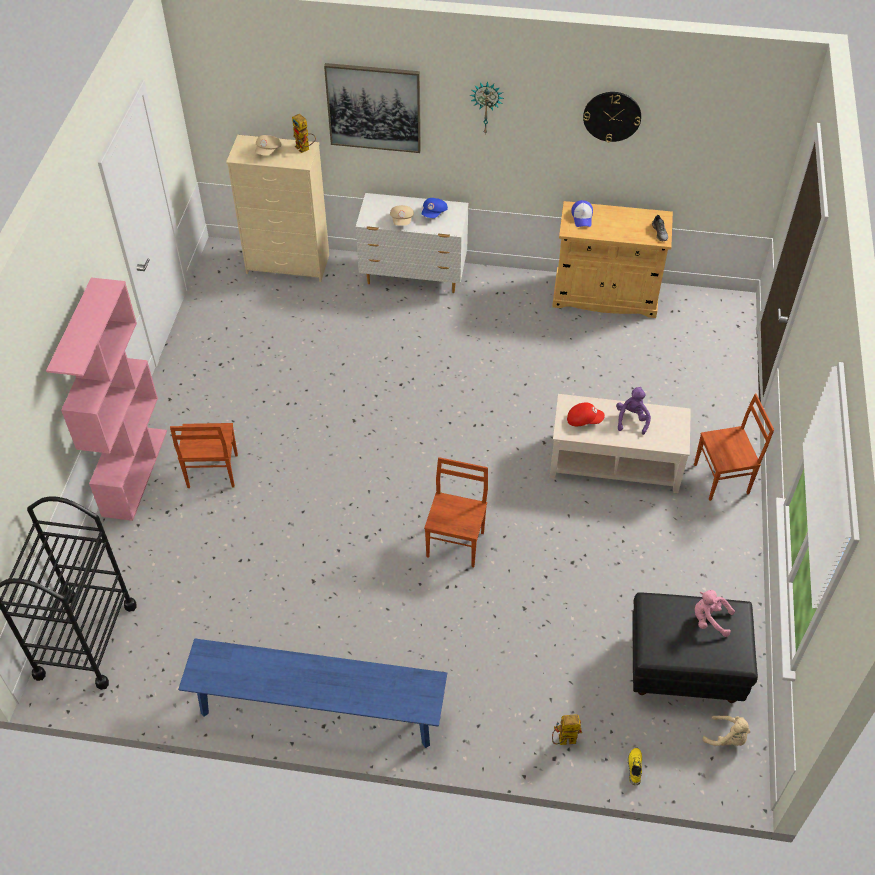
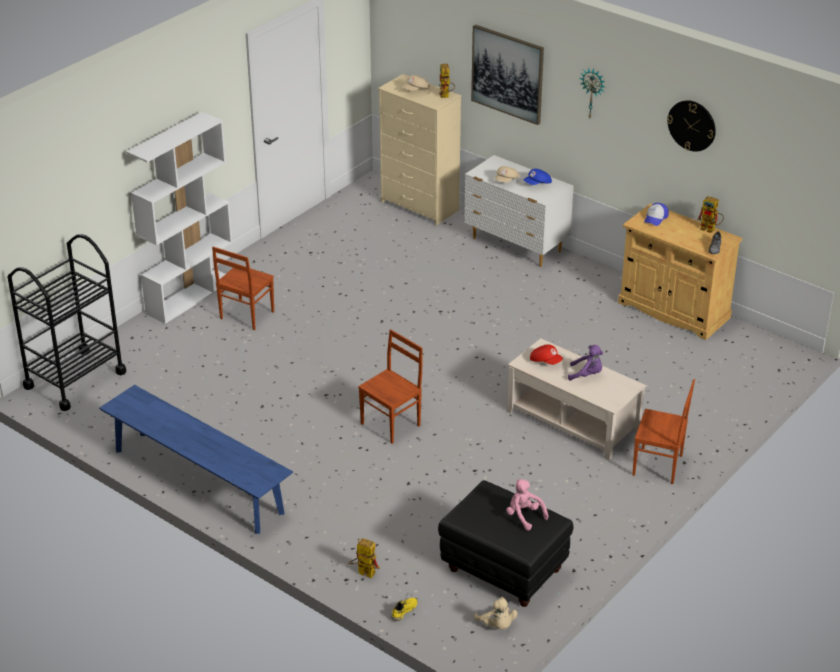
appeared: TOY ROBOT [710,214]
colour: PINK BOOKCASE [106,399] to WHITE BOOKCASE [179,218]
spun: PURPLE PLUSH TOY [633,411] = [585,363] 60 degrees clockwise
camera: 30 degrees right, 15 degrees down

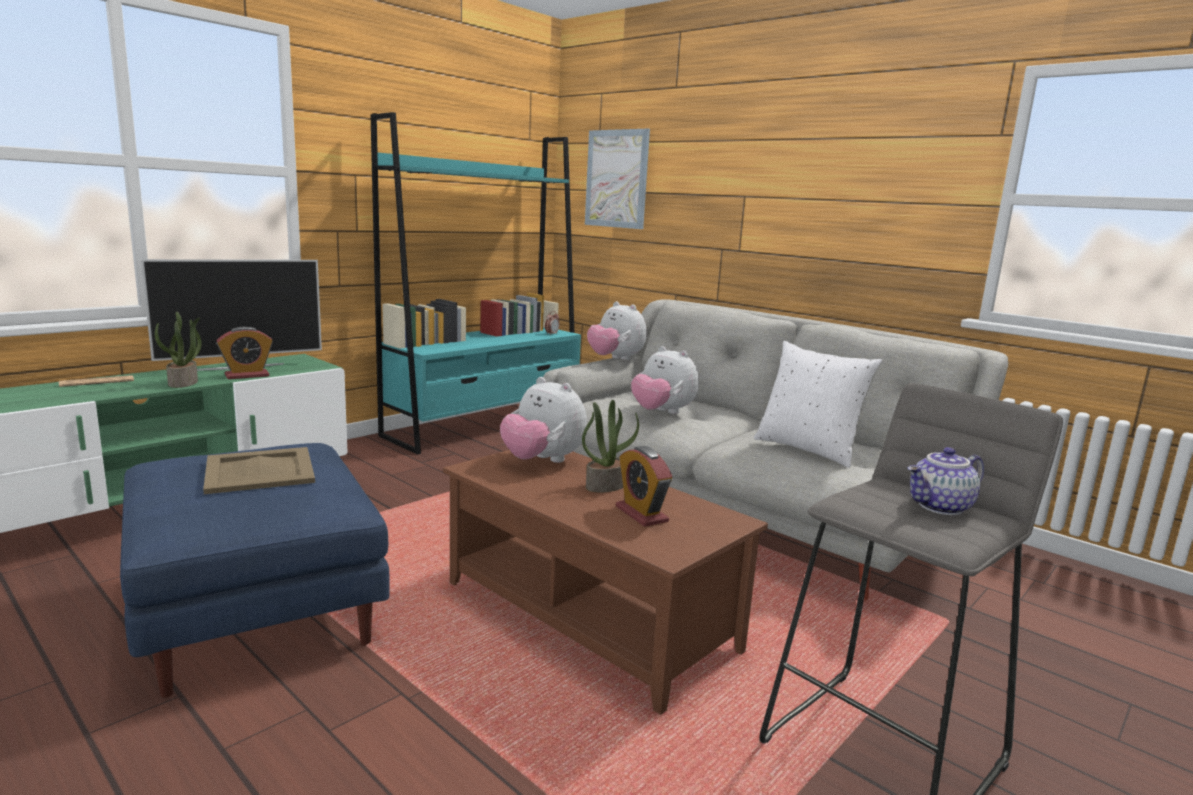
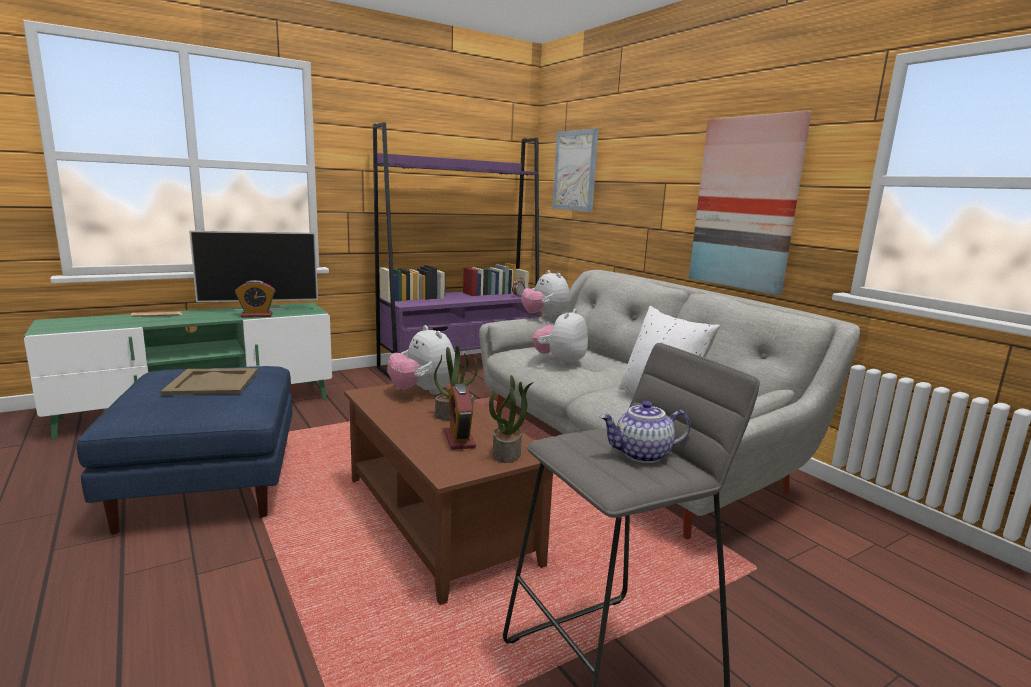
appeared: PICTURE [750,202]
relocated: POTTED PLANT [178,350] to [511,419]
colour: TURQUOISE BOOKCASE [475,283] to PURPLE BOOKCASE [457,250]
spun: PLUSH TOY [665,380] = [560,337] 60 degrees clockwise
camera: 15 degrees right, 0 degrees up

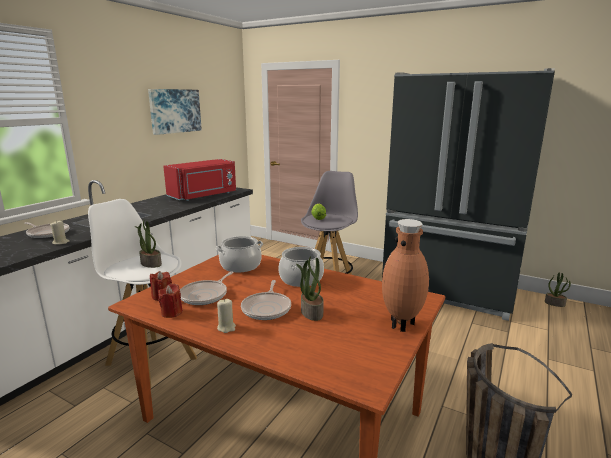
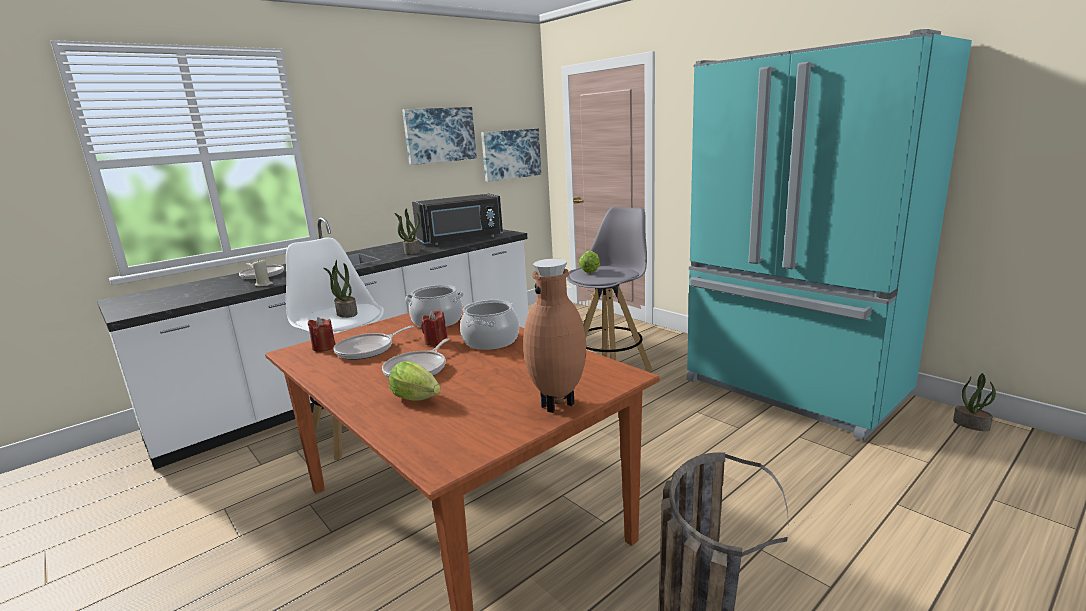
missing: BEIGE CANDLE [226,316]
appeared: LETTUCE [415,381]; PICTURE [511,155]
relocated: POTTED PLANT [310,288] to [407,231]; RED CANDLE [170,301] to [434,328]
colour: RED MICROWAVE [199,180] to BLACK MICROWAVE [457,219]; BLACK FRIDGE [468,194] to TURQUOISE FRIDGE [829,235]
camera: 20 degrees right, 0 degrees up

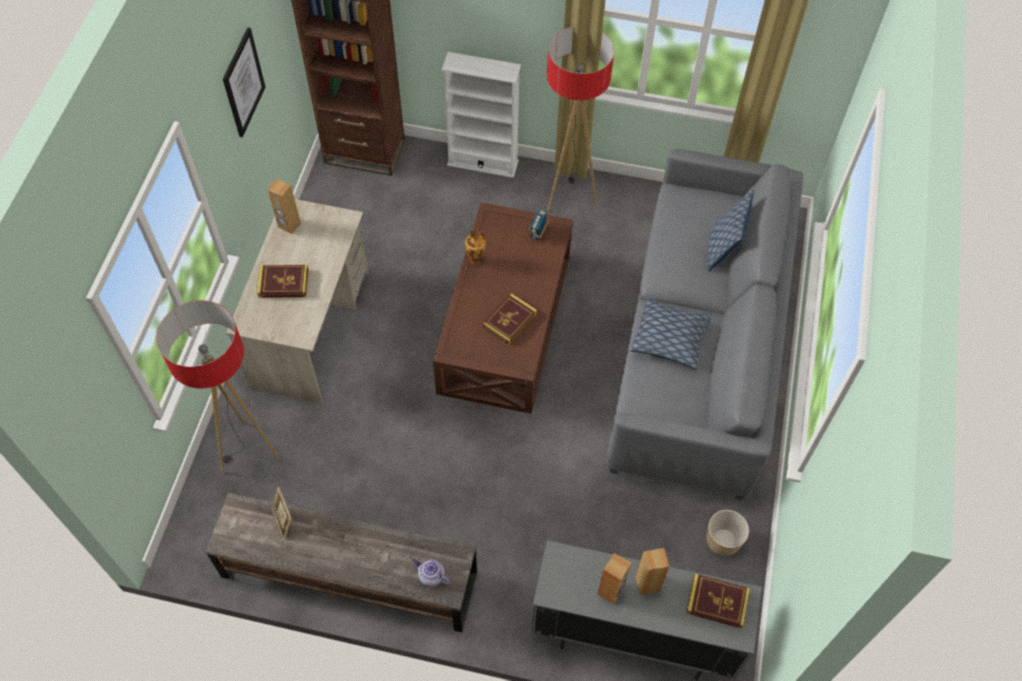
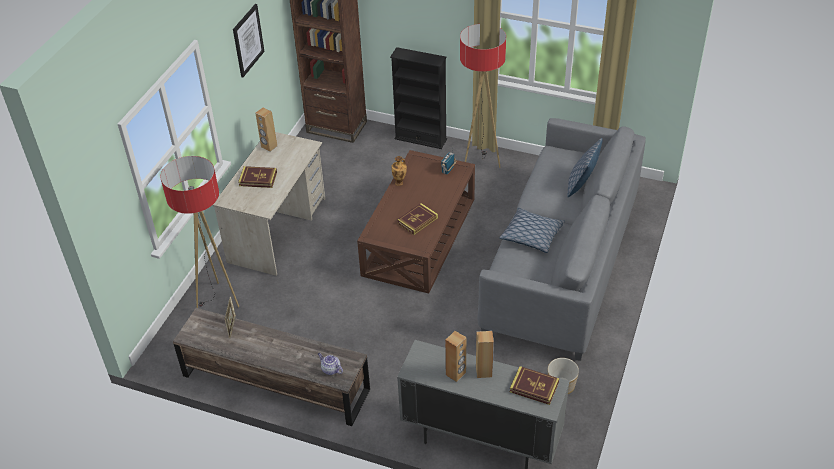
colour: WHITE BOOKCASE [481,115] to BLACK BOOKCASE [418,98]
camera: 10 degrees right, 15 degrees down

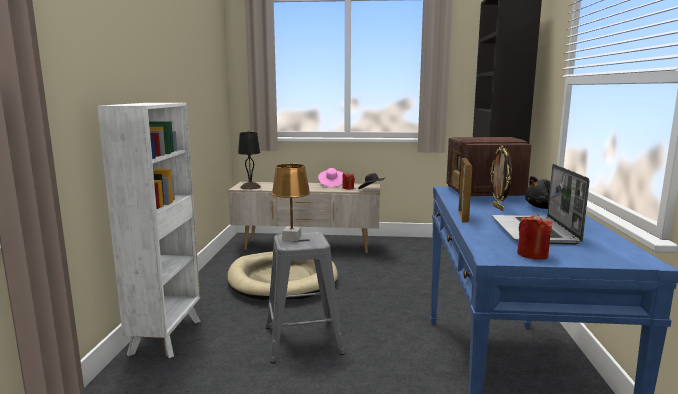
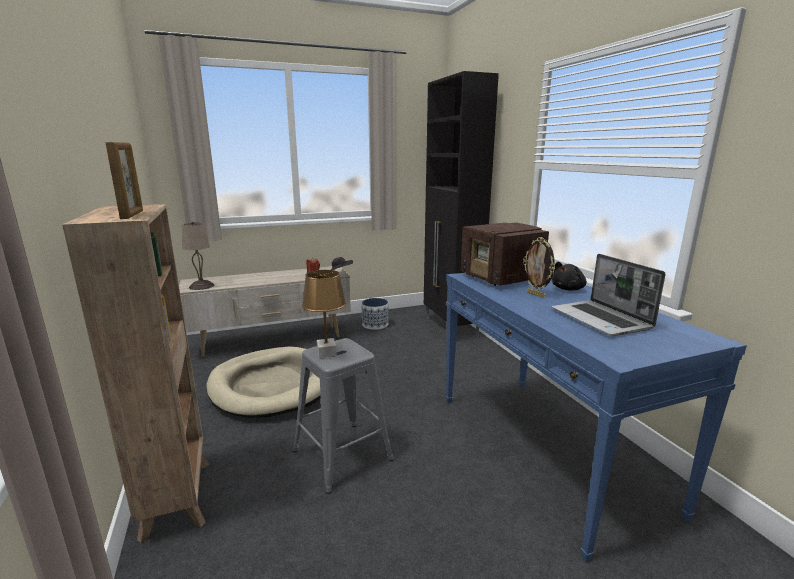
missing: PINK HAT [330,177]; RED CANDLE [535,236]
appeared: PLANTER [375,314]
relocated: PICTURE FRAME [465,190] to [124,180]
colour: WHITE BOOKCASE [149,230] to BROWN BOOKCASE [135,373]; BLACK TABLE LAMP [249,160] to BEIGE TABLE LAMP [198,255]
camera: 25 degrees left, 5 degrees up

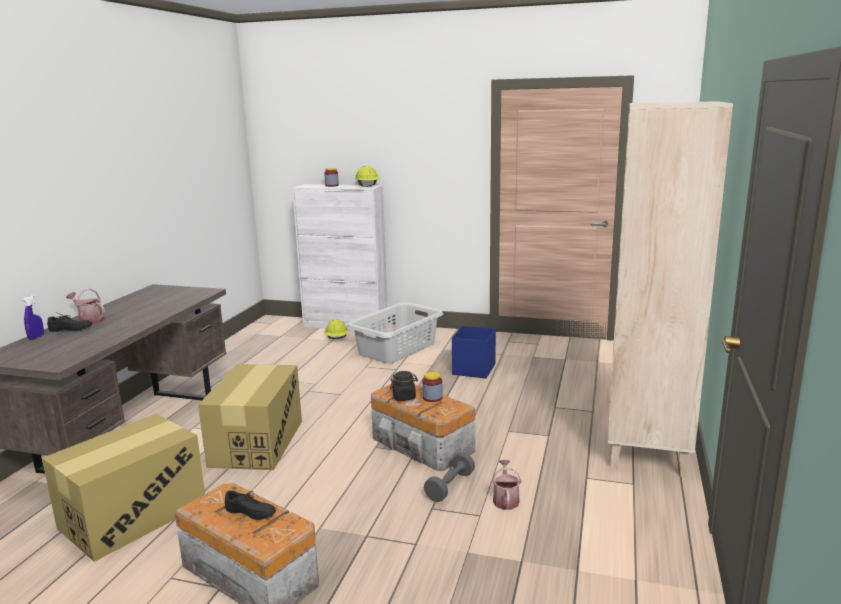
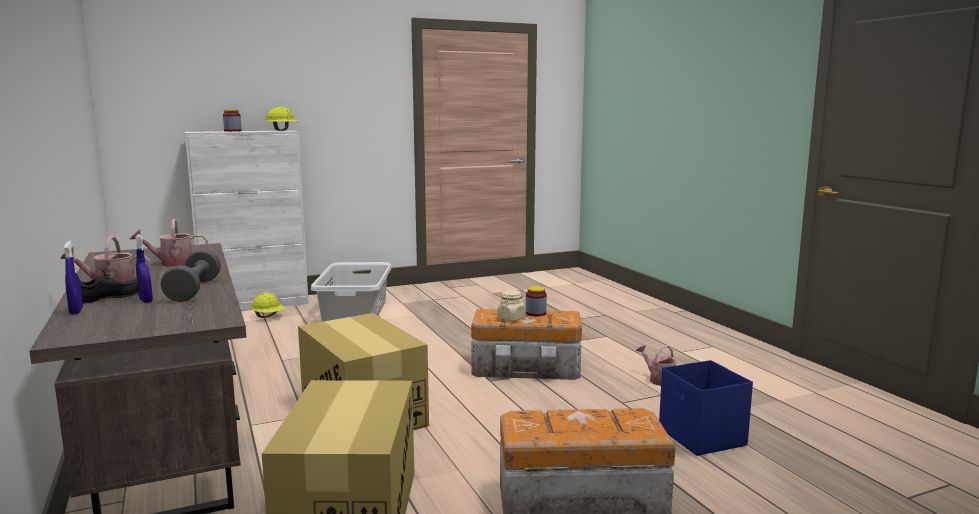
missing: BLACK SHOE [250,505]; BEIGE BOOKCASE [670,289]
appeared: WATERING CAN [168,243]; BLUE SPRAY BOTTLE [144,268]
relocated: GREY DUMBBELL [449,477] to [191,276]; BLUE STORAGE BOX [474,352] to [706,408]
colour: BLACK JAR [404,386] to BEIGE JAR [511,305]
camera: 40 degrees left, 5 degrees down

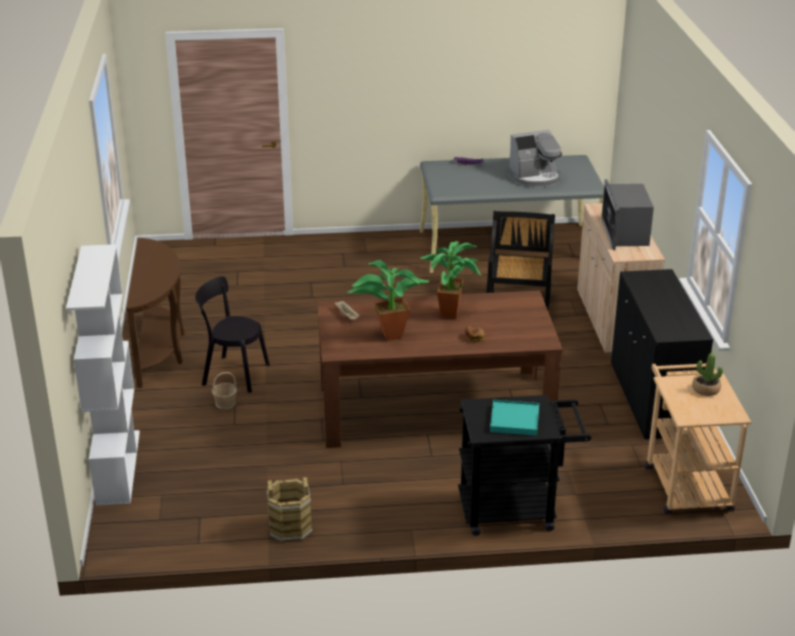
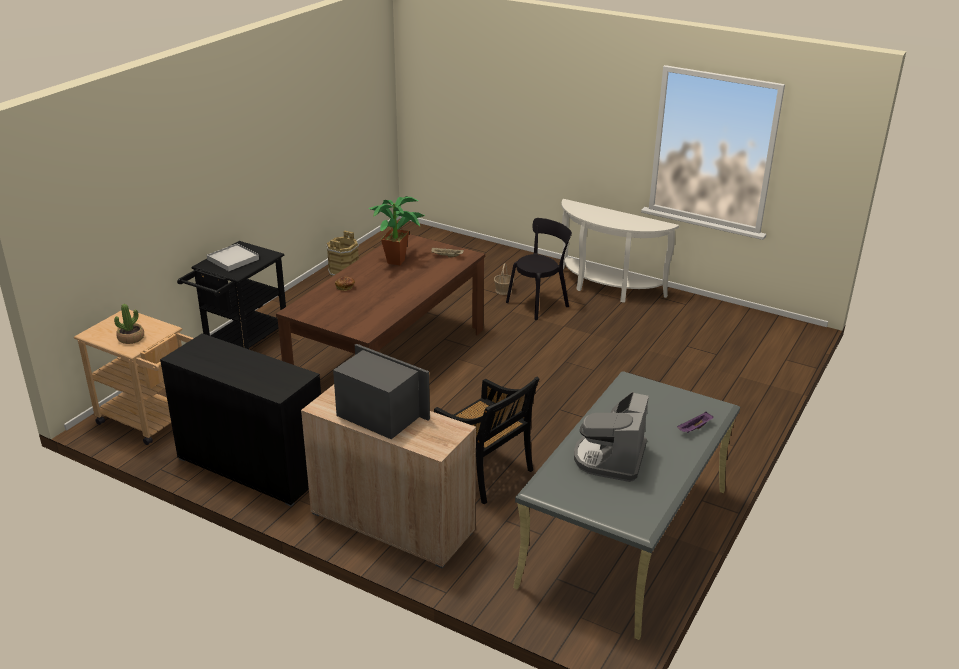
missing: WHITE BOOKCASE [103,375]; POTTED PLANT [450,280]
colour: TURQUOISE TRAY [514,418] to WHITE TRAY [233,257]; BROWN CONSOLE TABLE [155,313] to WHITE CONSOLE TABLE [620,251]
camera: 125 degrees right, 0 degrees up

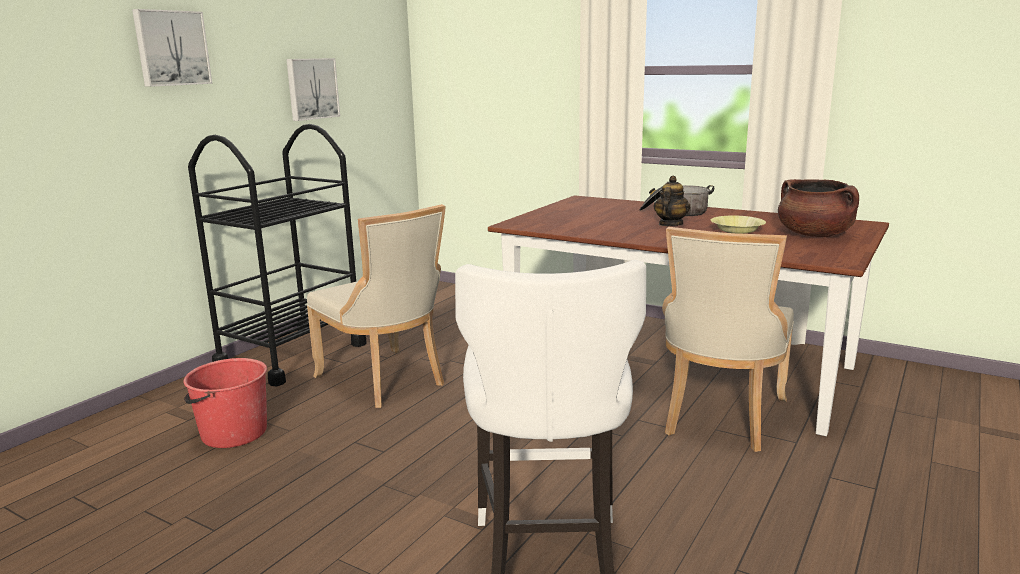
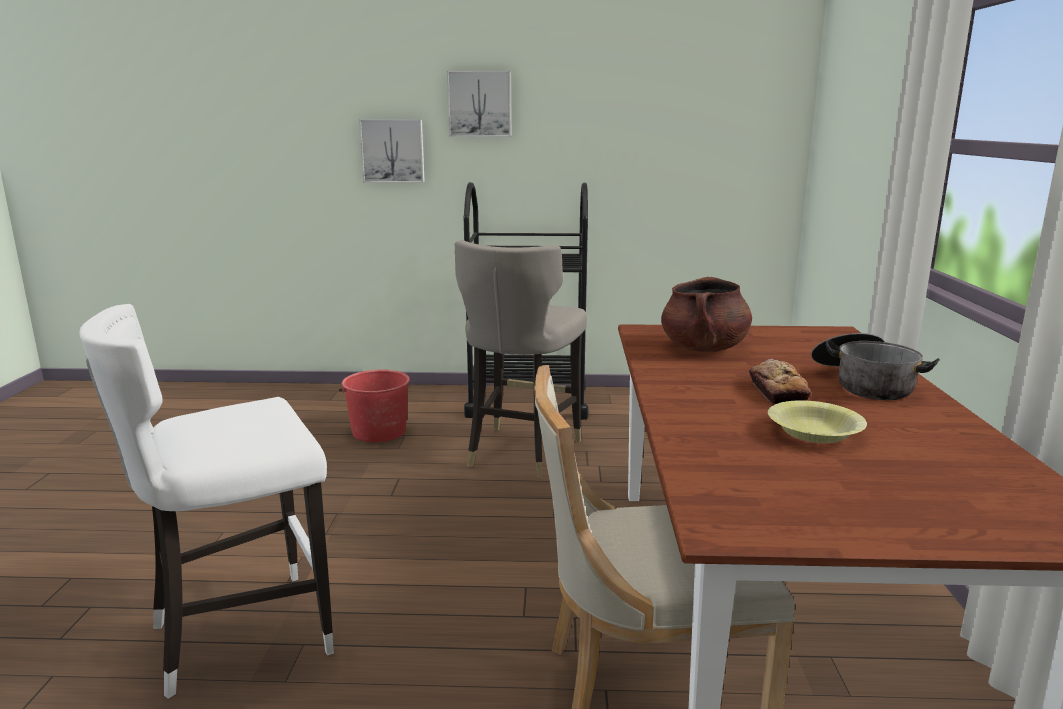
relocated: PICTURE [313,89] to [392,151]; BROWN COOKING POT [818,208] to [706,314]
exchanged: BEIGE CHAIR [376,306] to GREY STOOL [521,359]; TEAPOT [671,201] to BREAD [780,381]
camera: 60 degrees right, 0 degrees up

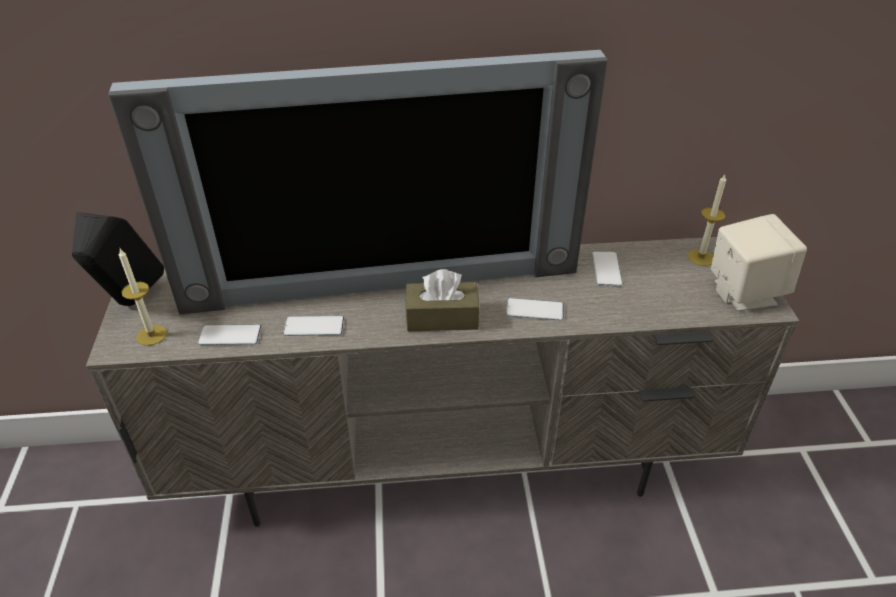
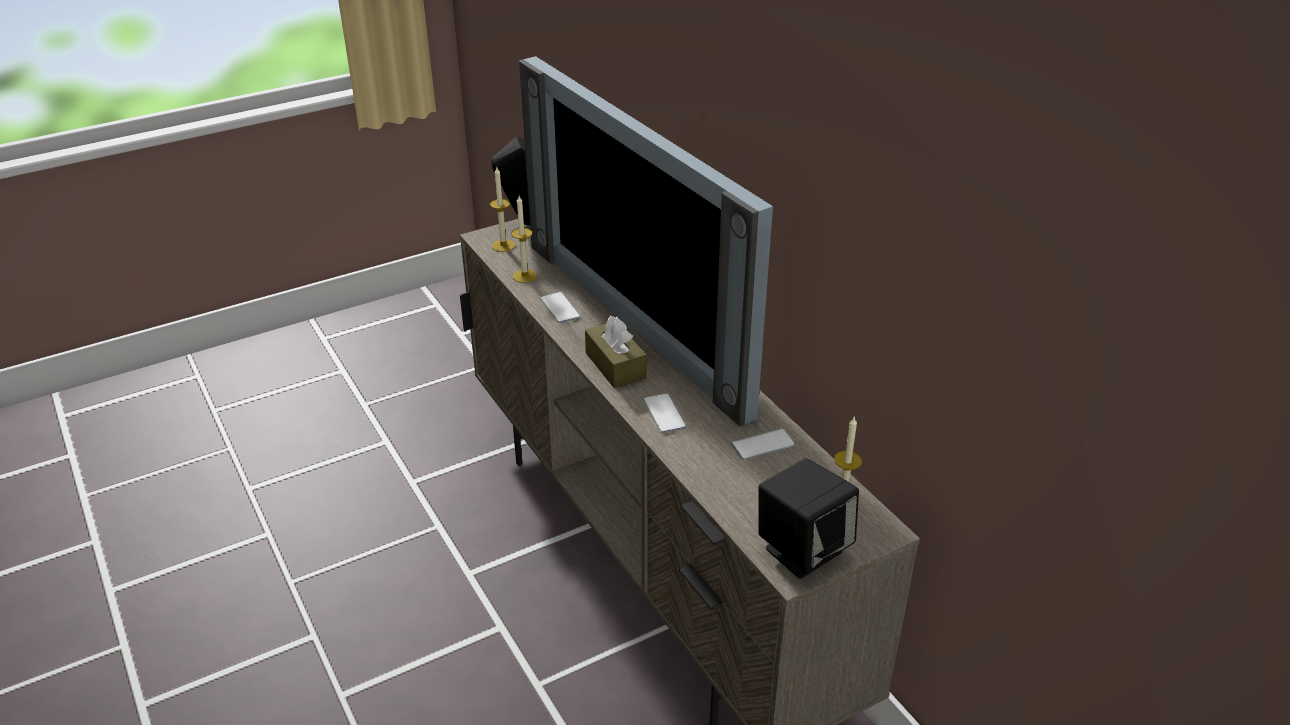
exchanged: PHONE [230,334] to CANDLE [524,239]
colour: BEIGE SPEAKER [759,262] to BLACK SPEAKER [808,518]
camera: 65 degrees right, 5 degrees down

